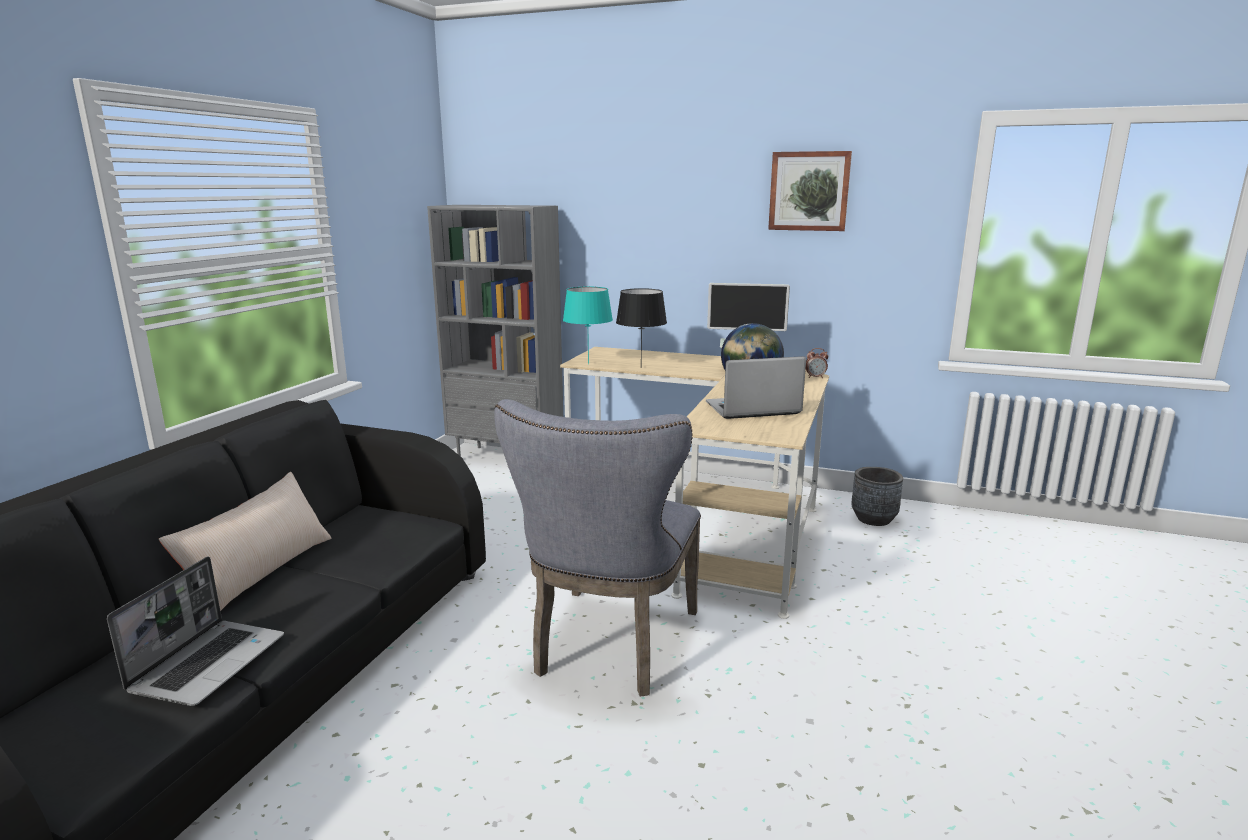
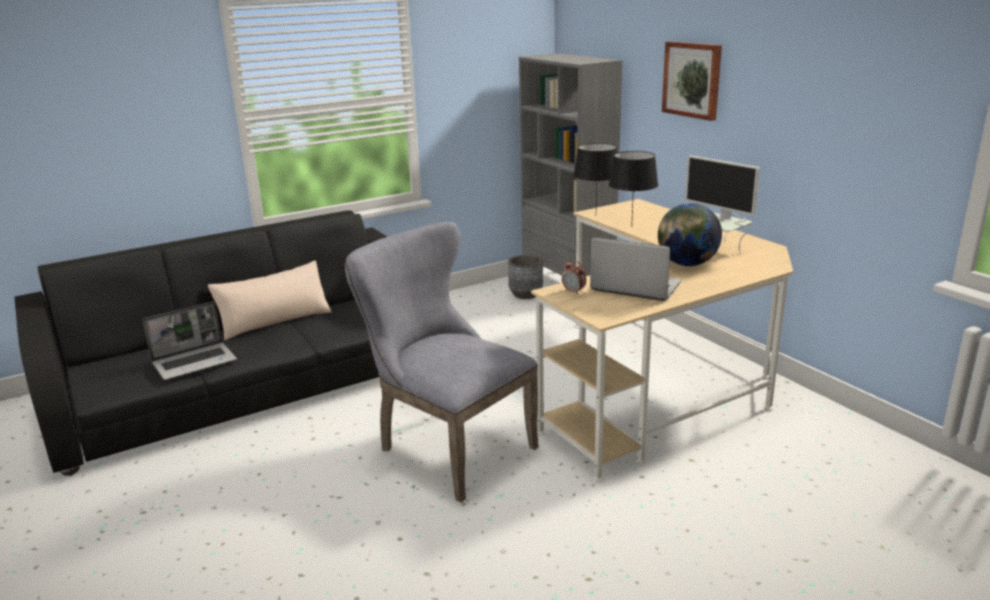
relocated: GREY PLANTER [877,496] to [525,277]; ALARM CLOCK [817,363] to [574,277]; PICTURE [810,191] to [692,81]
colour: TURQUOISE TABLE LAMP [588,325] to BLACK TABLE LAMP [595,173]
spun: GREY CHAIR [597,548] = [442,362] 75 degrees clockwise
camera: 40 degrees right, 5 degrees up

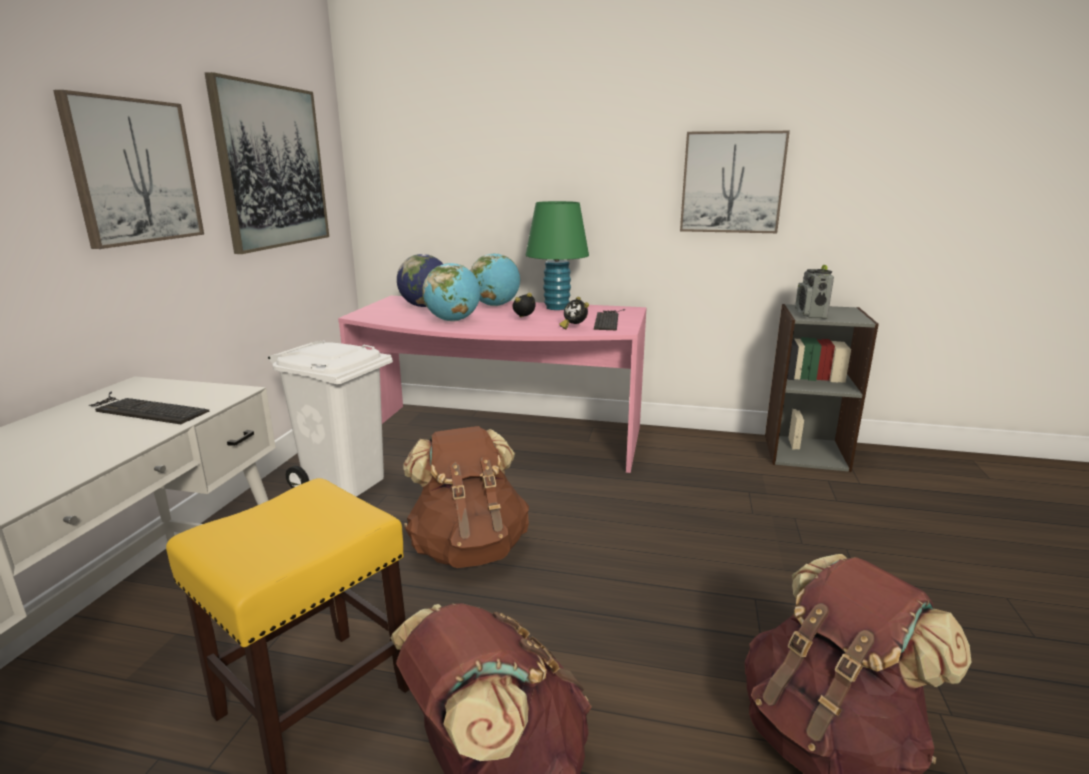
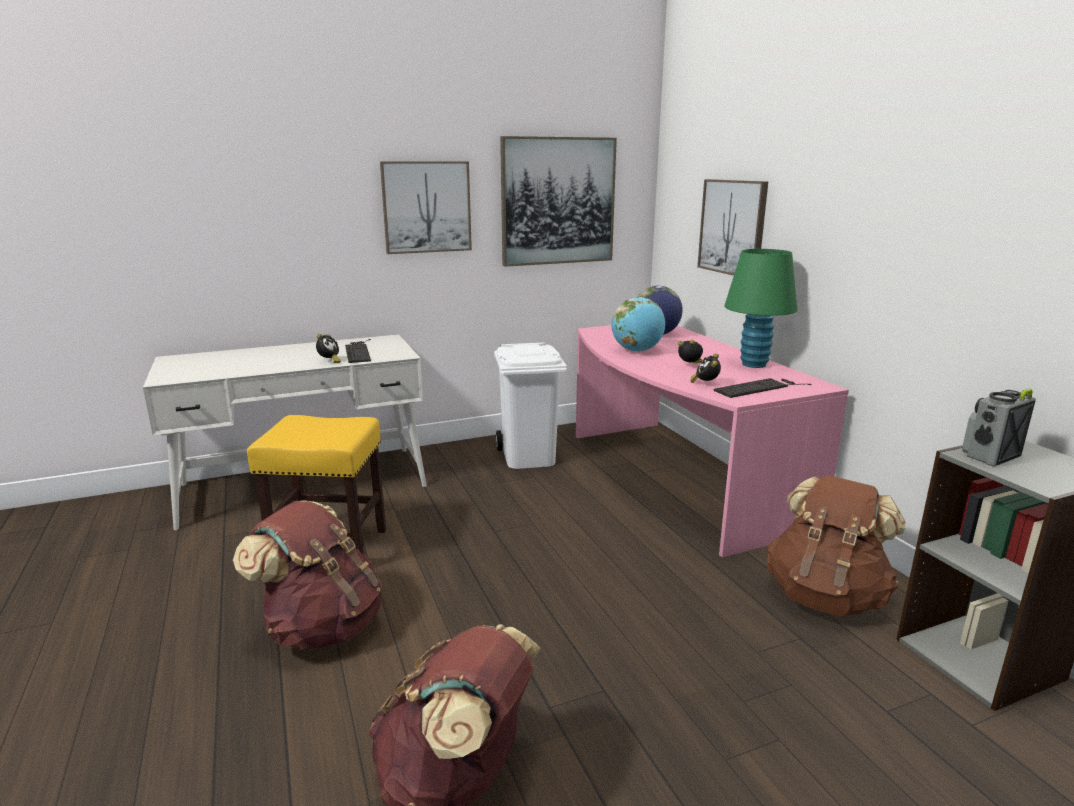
missing: GLOBE [495,279]
appeared: ALARM CLOCK [328,348]
relocated: PICTURE [735,182] to [732,227]; BROWN BACKPACK [466,497] to [836,545]
camera: 55 degrees right, 0 degrees up

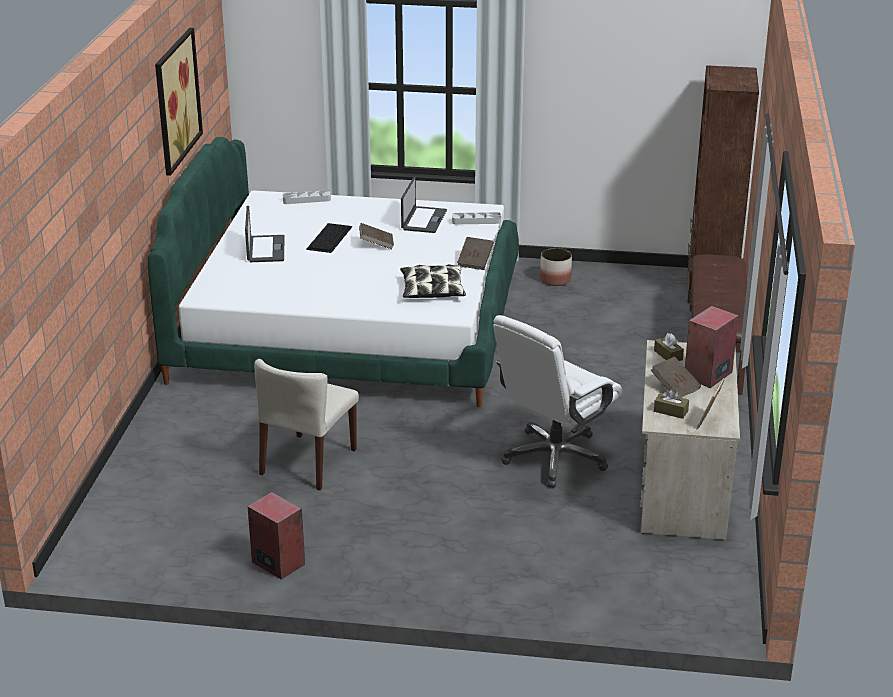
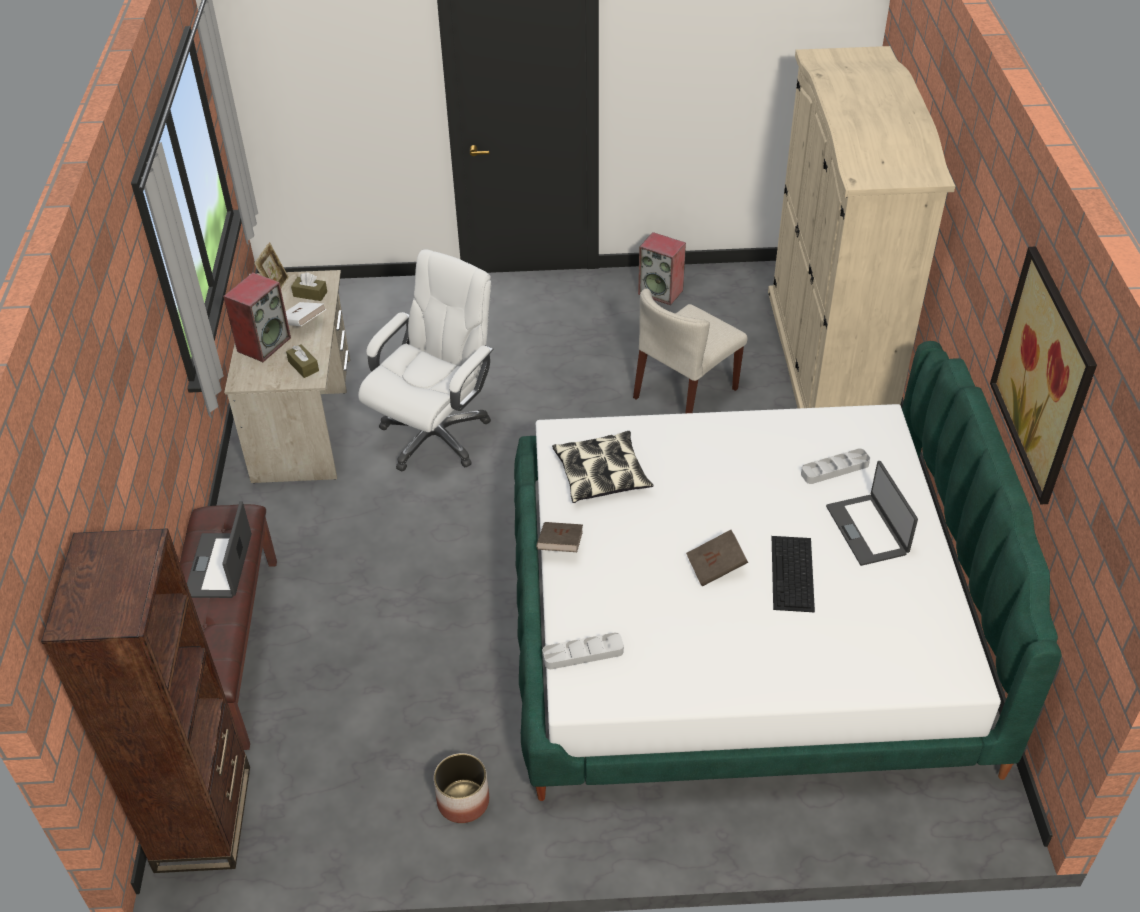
appeared: BEIGE WARDROBE [861,227]
relocated: LAPTOP [424,205] to [219,549]; GREY TRAY [307,197] to [835,466]
colour: BROWN BOOK [675,377] to WHITE BOOK [306,314]
spun: BEIGE CHAIR [306,425] = [690,351] 150 degrees counterclockwise
camera: 170 degrees right, 15 degrees up

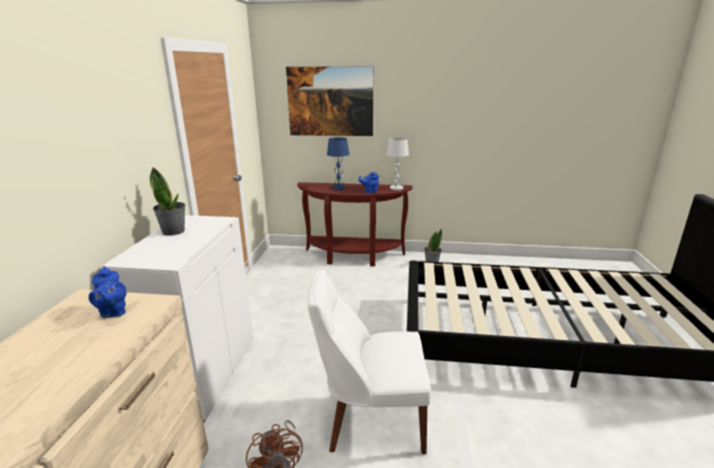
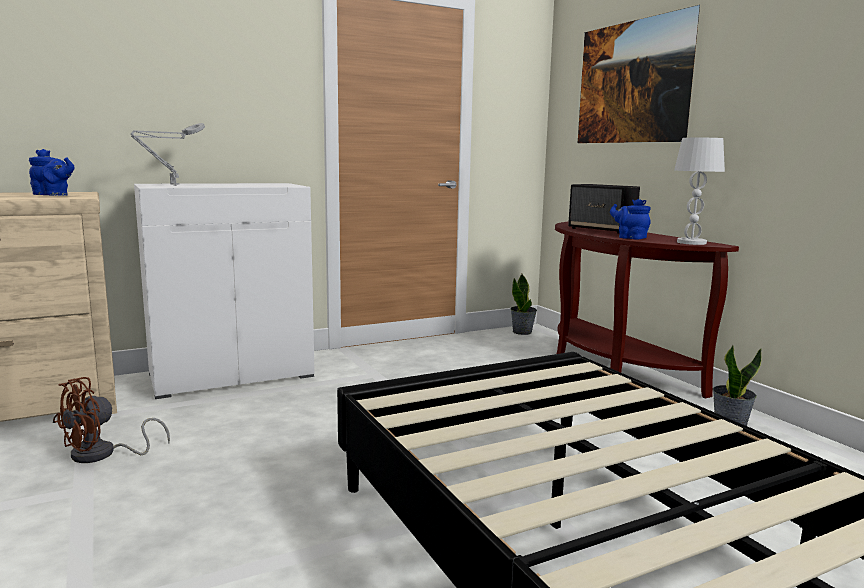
missing: WHITE CHAIR [369,361]
appeared: GREY TABLE LAMP [168,154]
relocated: POTTED PLANT [167,201] to [523,304]
exchanged: BLUE TABLE LAMP [338,163] to SPEAKER [604,209]
spun: BLUE TEAPOT [107,292] = [52,172] 105 degrees counterclockwise
camera: 55 degrees right, 10 degrees down

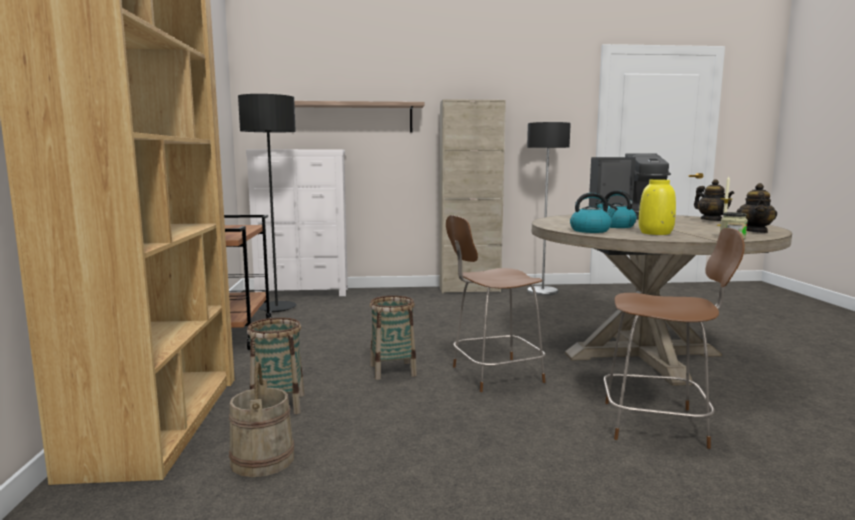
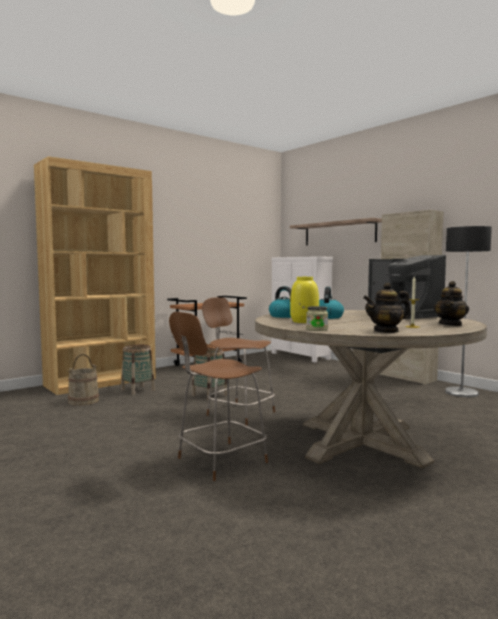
missing: BLACK FLOOR LAMP [267,203]
spun: BROWN CHAIR [674,338] = [218,396] 75 degrees clockwise
camera: 55 degrees right, 5 degrees down

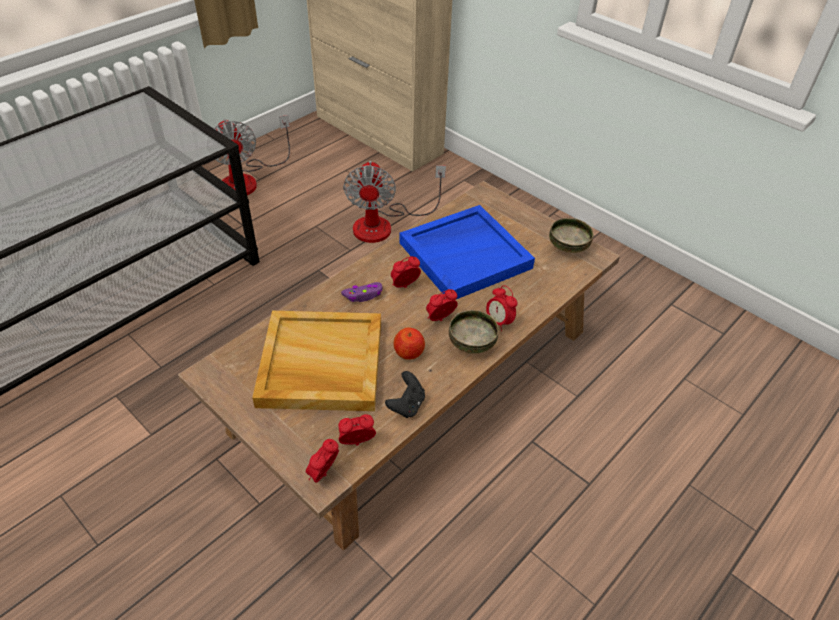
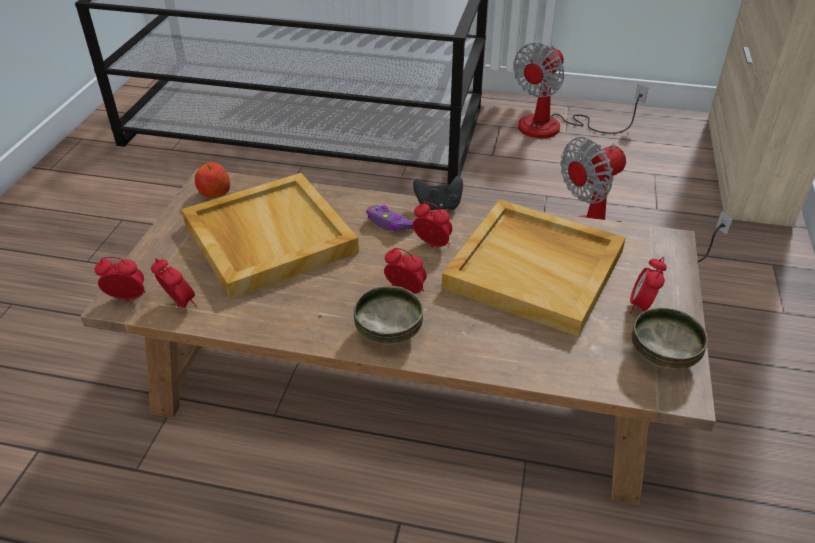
relocated: APPLE [409,343] to [212,180]; BLACK GAME CONTROLLER [405,394] to [438,193]; ALARM CLOCK [502,308] to [648,285]
colour: BLUE TRAY [467,252] to BEIGE TRAY [534,268]
camera: 60 degrees right, 5 degrees down

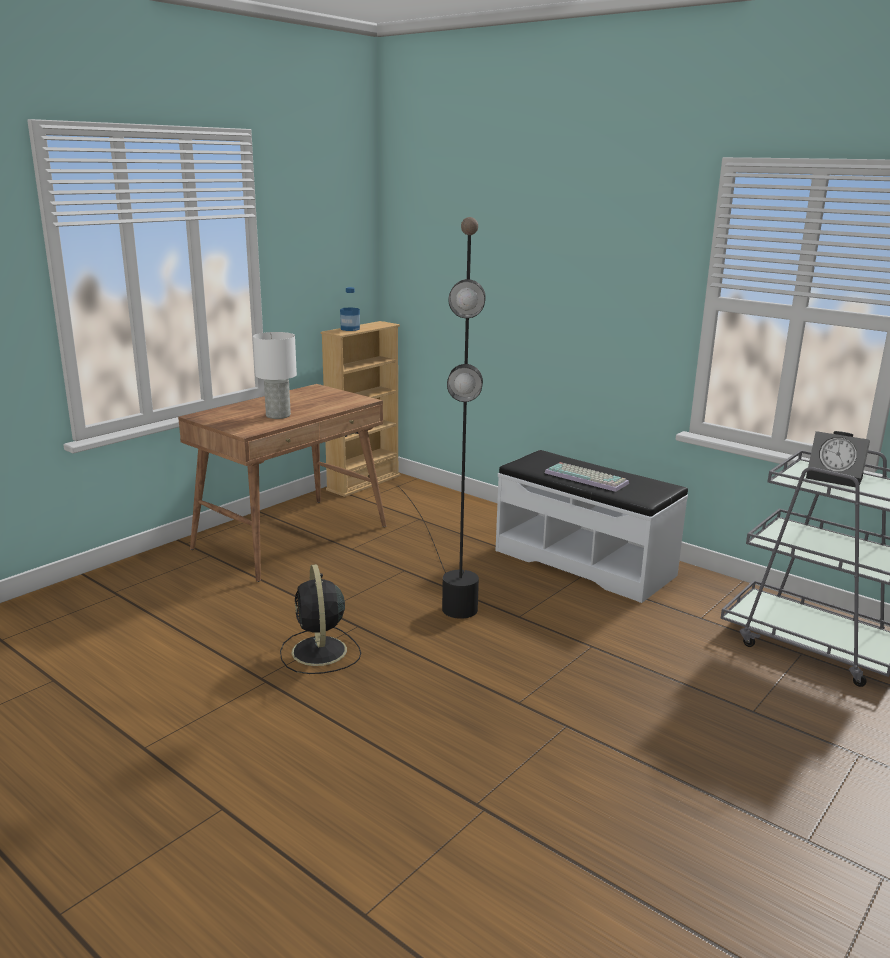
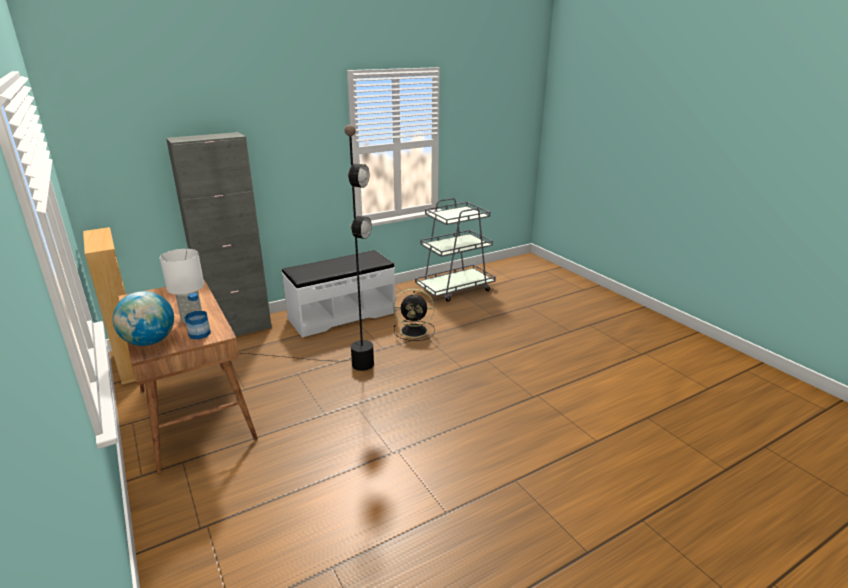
missing: KEYBOARD [587,477]; ALARM CLOCK [838,459]
appeared: GLOBE [143,318]; GREY CABINET [219,234]
relocated: BOTTLE [350,309] to [197,316]; BLACK FAN [320,619] to [414,315]
camera: 70 degrees left, 5 degrees up

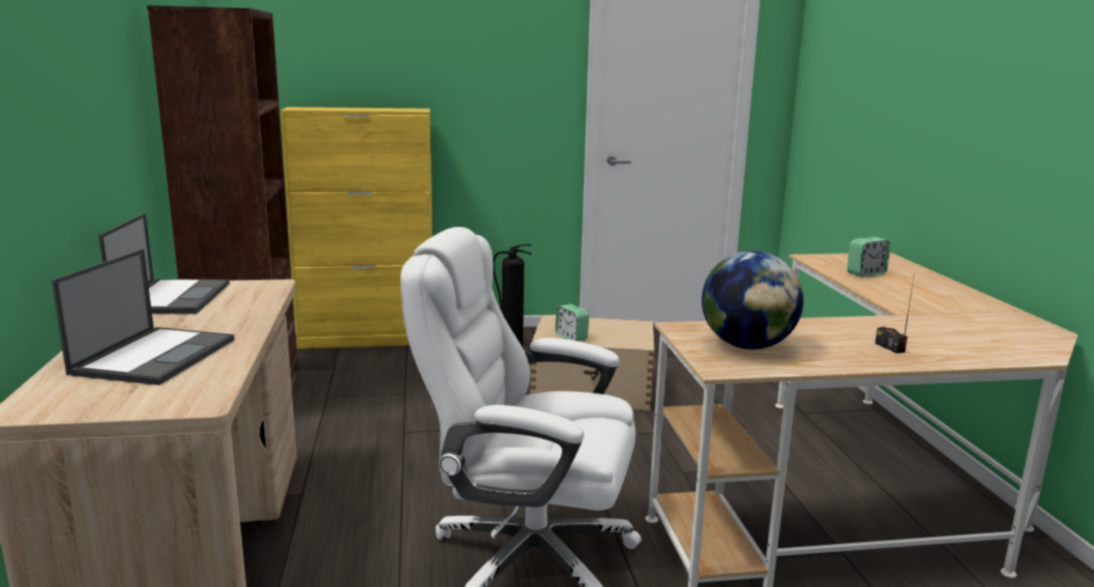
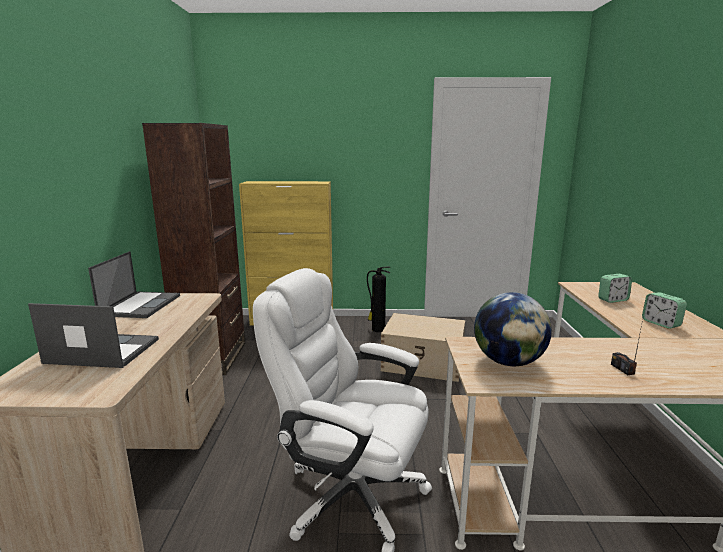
relocated: ALARM CLOCK [572,322] to [664,310]
spun: LAPTOP [143,317] = [93,335] 105 degrees counterclockwise
camera: 10 degrees right, 0 degrees up

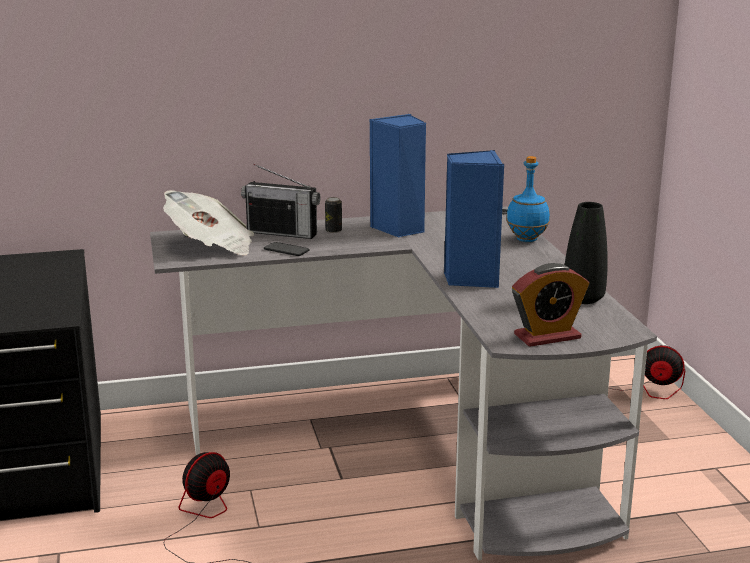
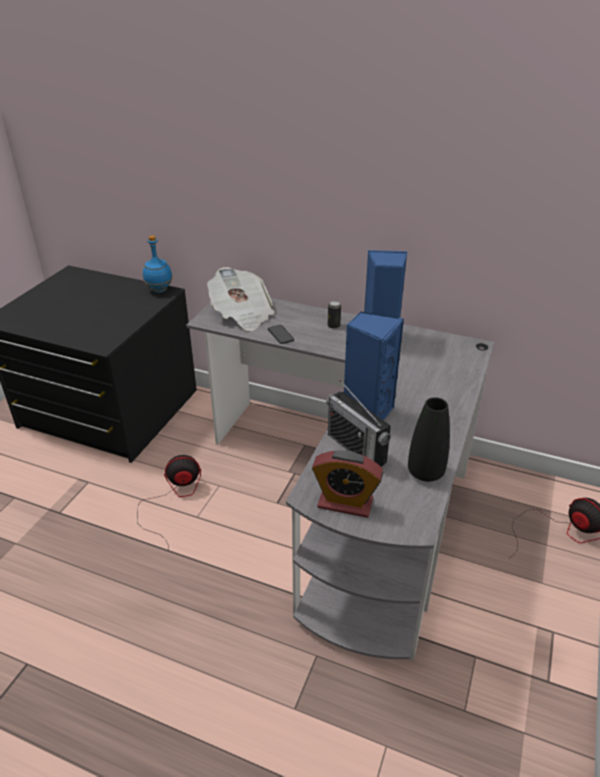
relocated: BLUE BOTTLE [528,199] to [158,264]; RADIO [280,201] to [358,423]
camera: 35 degrees right, 15 degrees up

